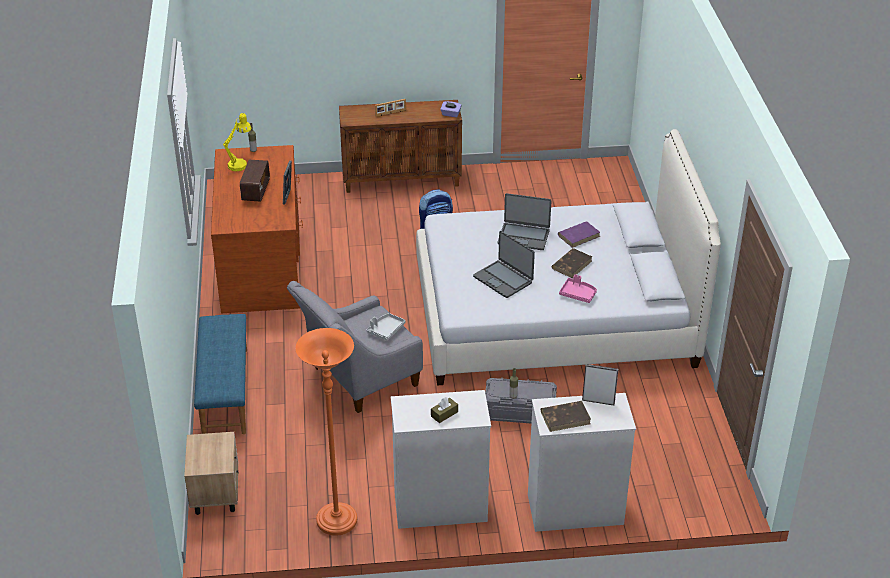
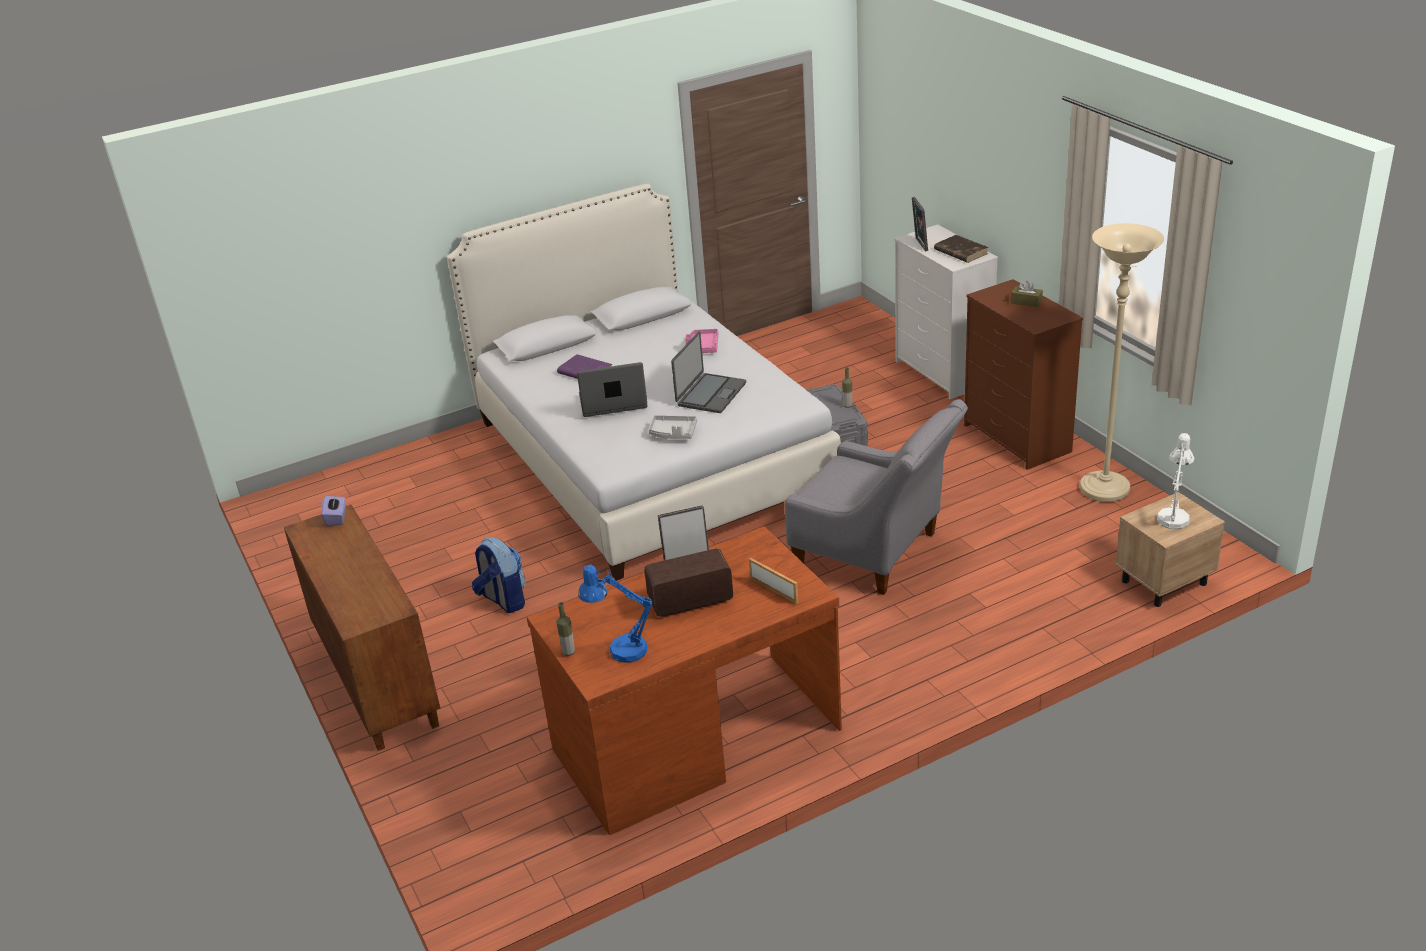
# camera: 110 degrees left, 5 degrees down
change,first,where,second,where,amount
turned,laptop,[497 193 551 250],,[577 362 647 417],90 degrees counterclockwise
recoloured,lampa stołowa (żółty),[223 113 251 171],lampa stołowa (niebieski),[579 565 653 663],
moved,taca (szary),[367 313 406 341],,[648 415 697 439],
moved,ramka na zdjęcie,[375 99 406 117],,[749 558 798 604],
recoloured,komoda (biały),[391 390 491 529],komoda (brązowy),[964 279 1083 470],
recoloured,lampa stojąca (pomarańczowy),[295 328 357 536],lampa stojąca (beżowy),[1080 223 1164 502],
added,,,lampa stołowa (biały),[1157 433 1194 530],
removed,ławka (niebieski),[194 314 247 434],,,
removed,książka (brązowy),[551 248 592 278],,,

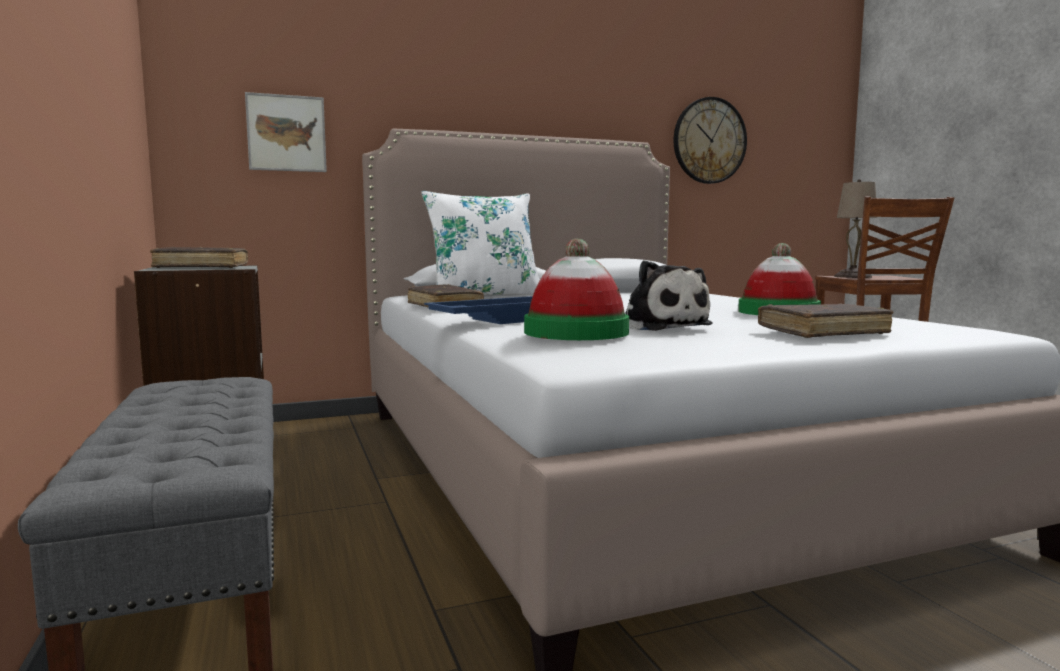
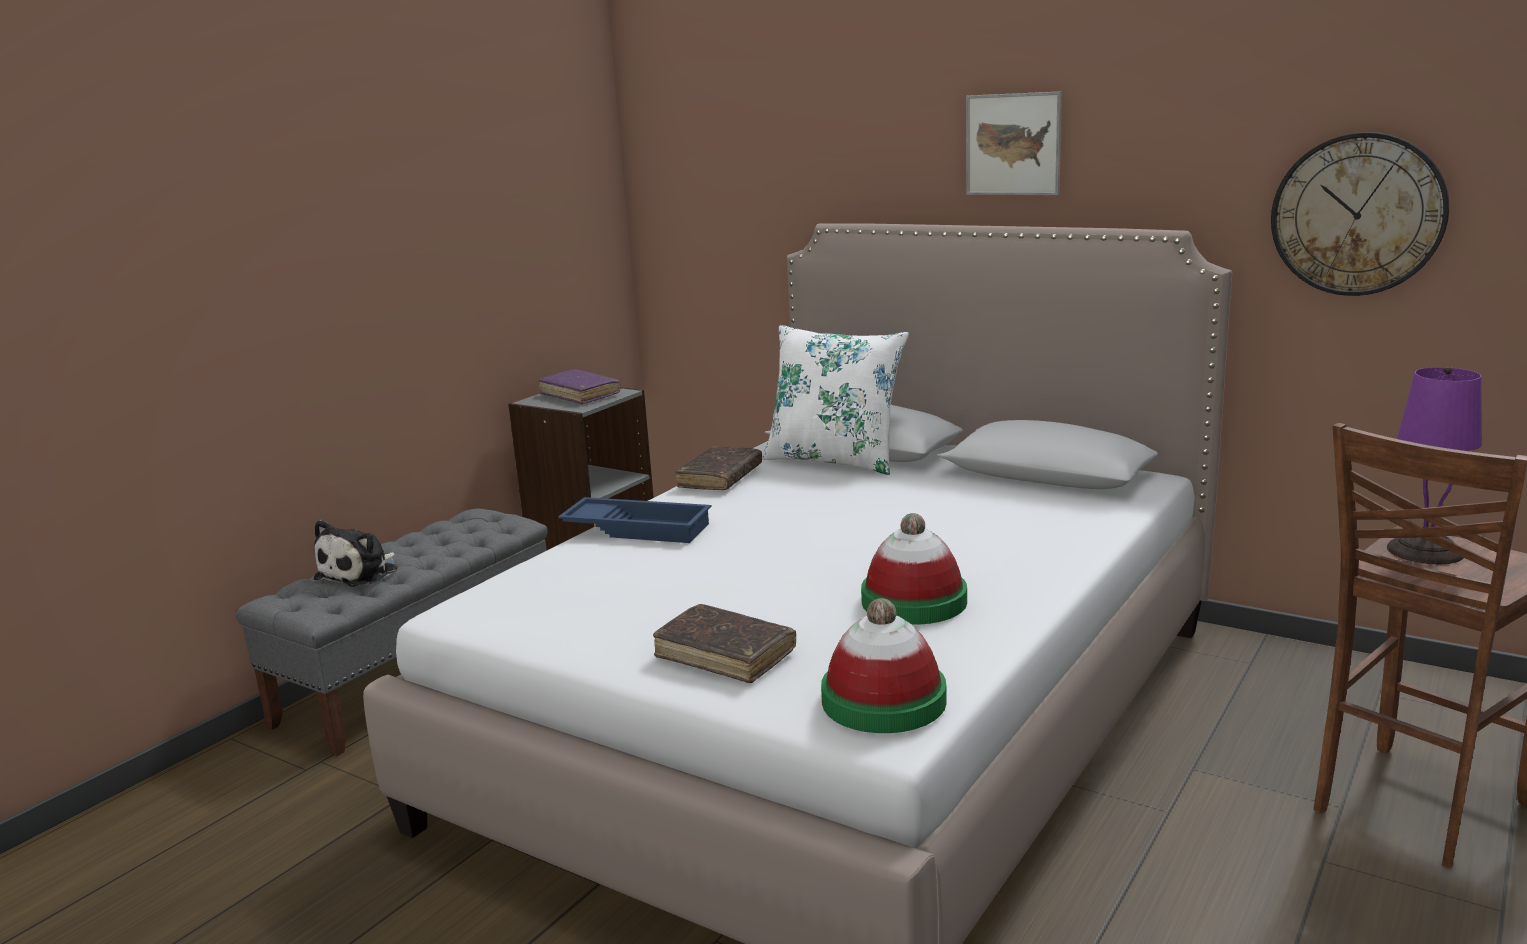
# camera: 55 degrees right, 10 degrees up
change,first,where,second,where,amount
moved,pluszak,[626 260 712 331],,[313 520 397 587],
recoloured,książka (brązowy),[150 247 248 268],książka (fioletowy),[539 369 621 404],
moved,kapelusz,[524 238 629 340],,[821 598 947 733],
moved,obraz,[245 92 327 172],,[966 91 1062 195],
recoloured,lampa stołowa (beżowy),[834 179 877 278],lampa stołowa (fioletowy),[1387 367 1482 564],

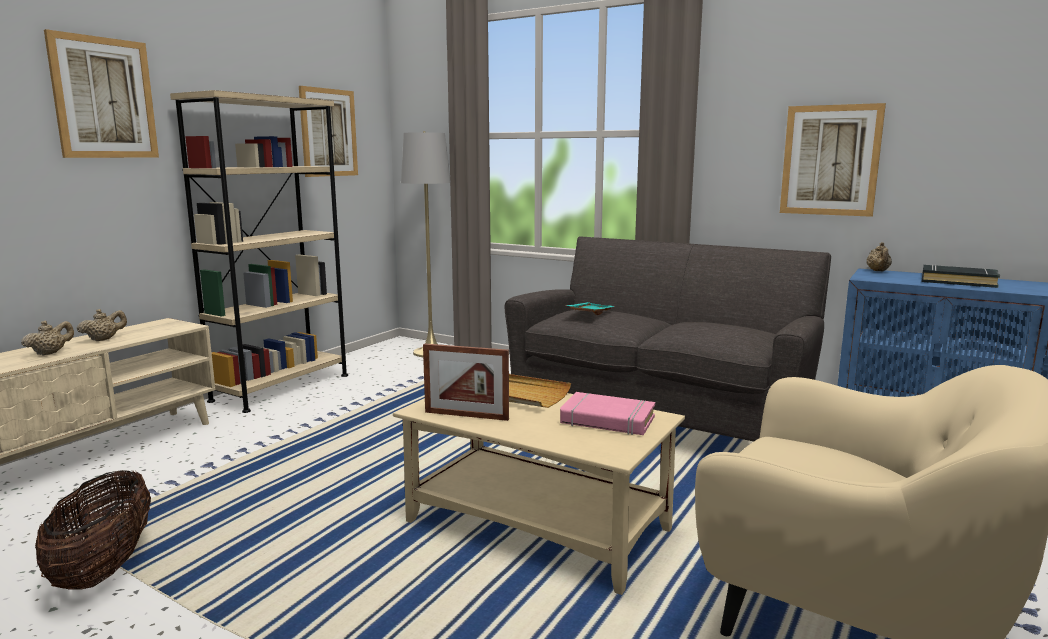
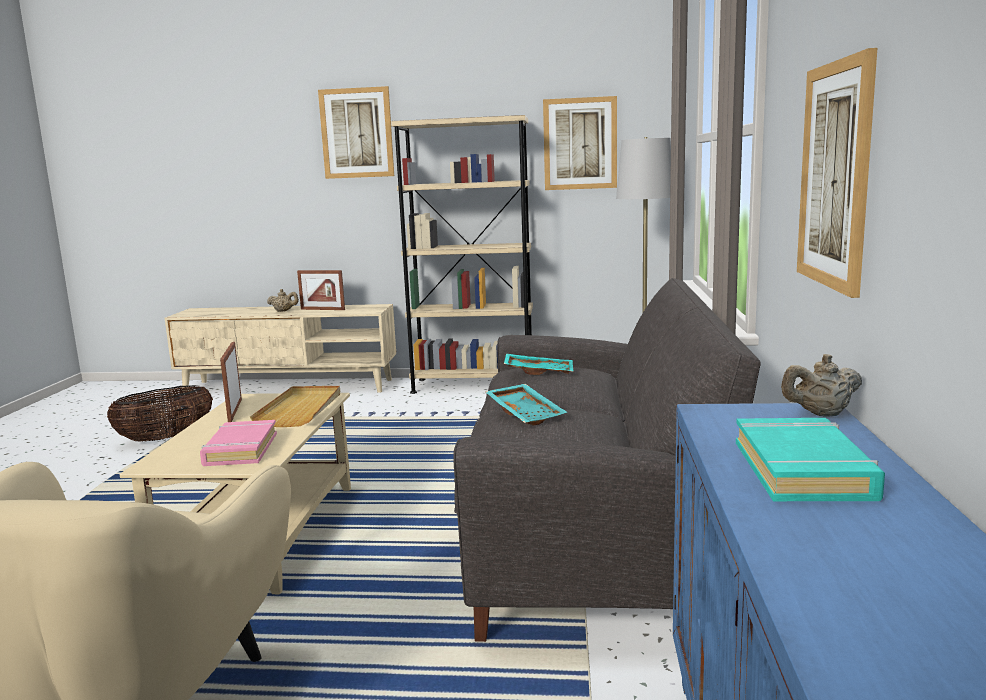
# camera: 65 degrees right, 0 degrees up
change,first,where,second,where,amount
replaced,imbryk (beżowy),[77 309 127 341],ramka na zdjęcie,[297 270 345 310],
added,,,taca (turkusowy),[486 384 567 426],
recoloured,książka (czarny),[922 265 1000 288],książka (turkusowy),[736 418 885 501],

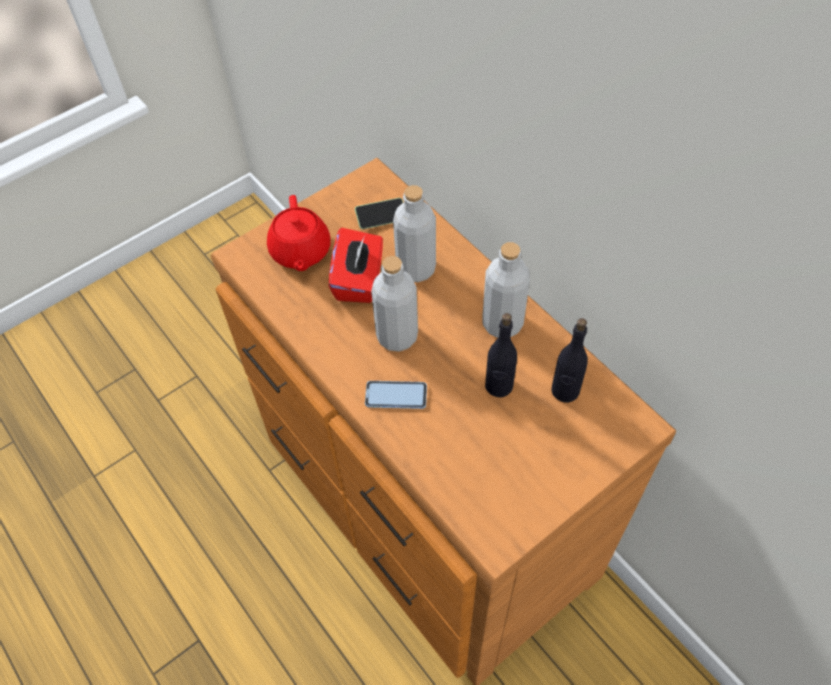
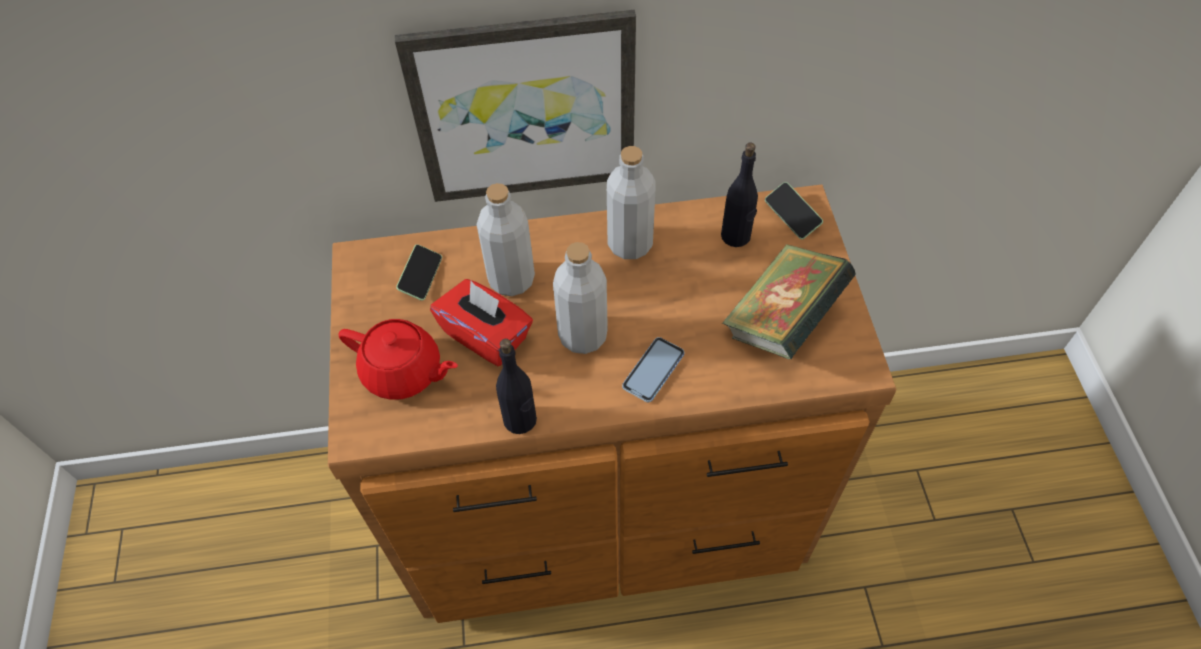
# camera: 60 degrees left, 0 degrees up
change,first,where,second,where,amount
added,,,obraz,[395 10 636 202],
moved,butelka (czarny),[485 313 517 398],,[496 339 537 434],
added,,,książka,[722 244 856 359],
added,,,telefon,[765 182 823 239],

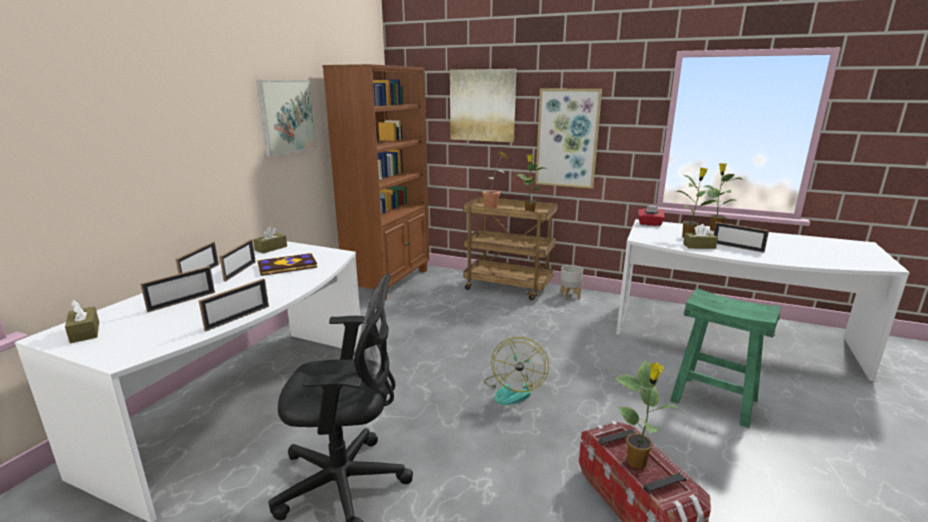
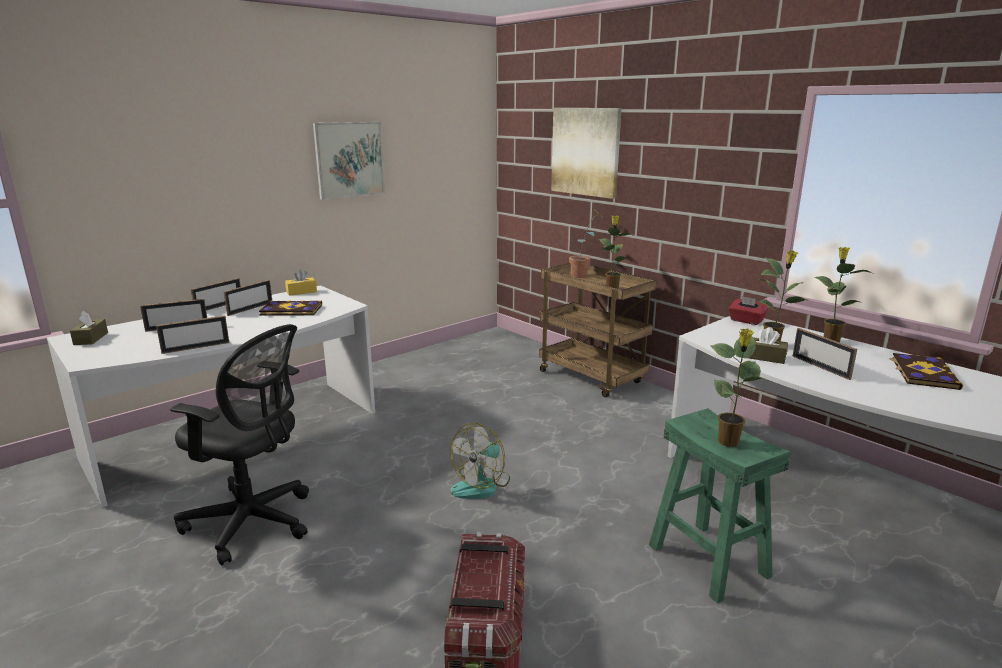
# camera: 25 degrees right, 0 degrees up
change,first,where,second,where,amount
recoloured,pudełko chusteczek (brązowy),[253 226 287 253],pudełko chusteczek (żółty),[285 269 317 296],
moved,roślina doniczkowa,[614 360 680 469],,[710 329 768 447],
added,,,książka,[889 353 963 390],
removed,regał (brązowy),[322 64 429 300],,,
removed,obraz,[535 89 602 189],,,
removed,donica (szary),[560 265 583 299],,,

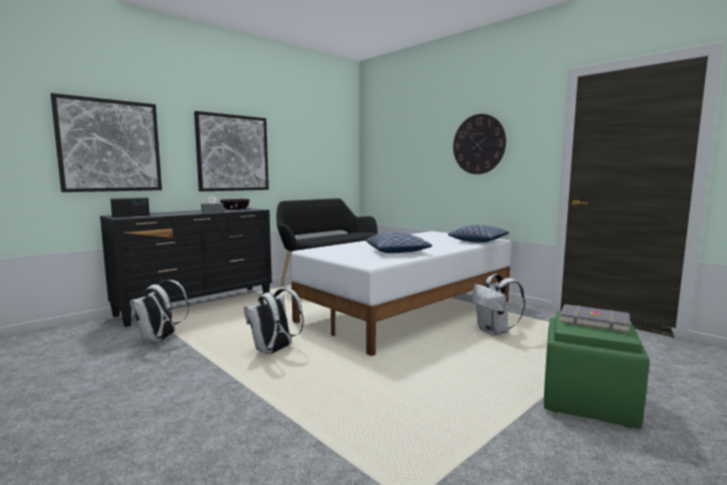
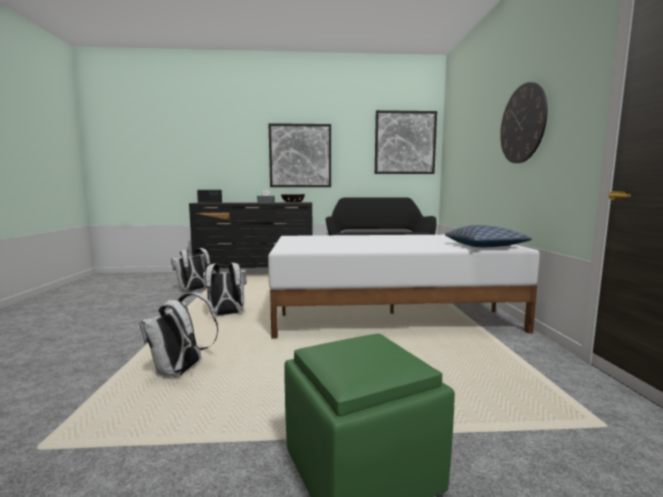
# camera: 40 degrees right, 0 degrees up
change,first,where,second,where,amount
moved,plecak (biały),[472 274 525 335],,[139 293 218 377],
moved,obraz,[51 93 162 192],,[375 110 437 174],
removed,poduszka,[366 232 432 253],,,
removed,książka (szary),[560 304 630 333],,,

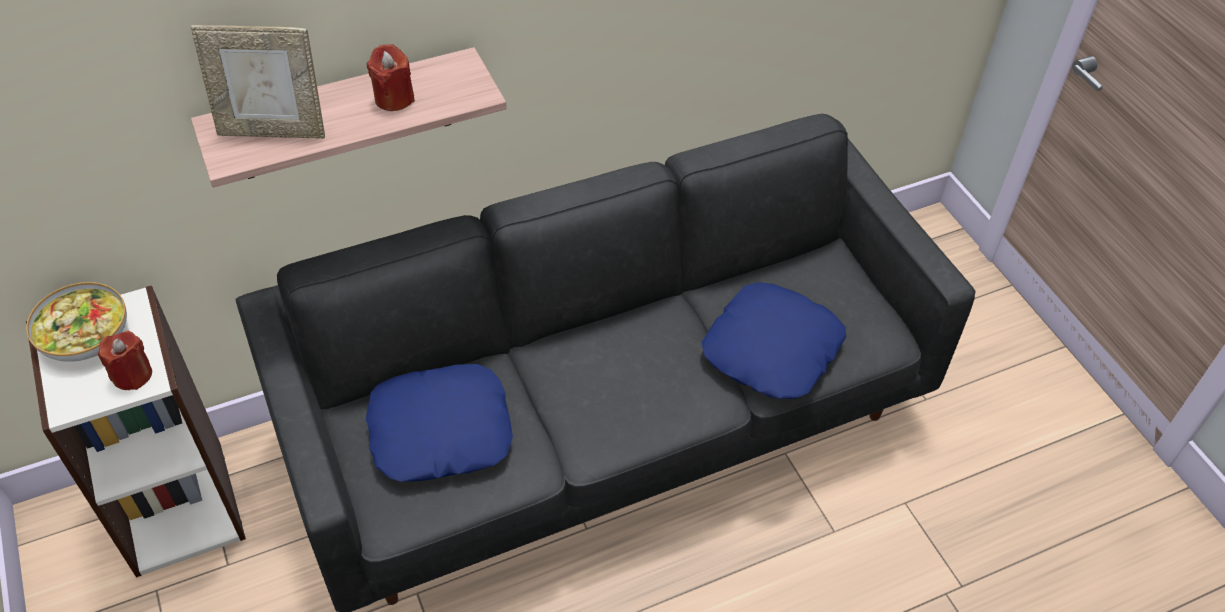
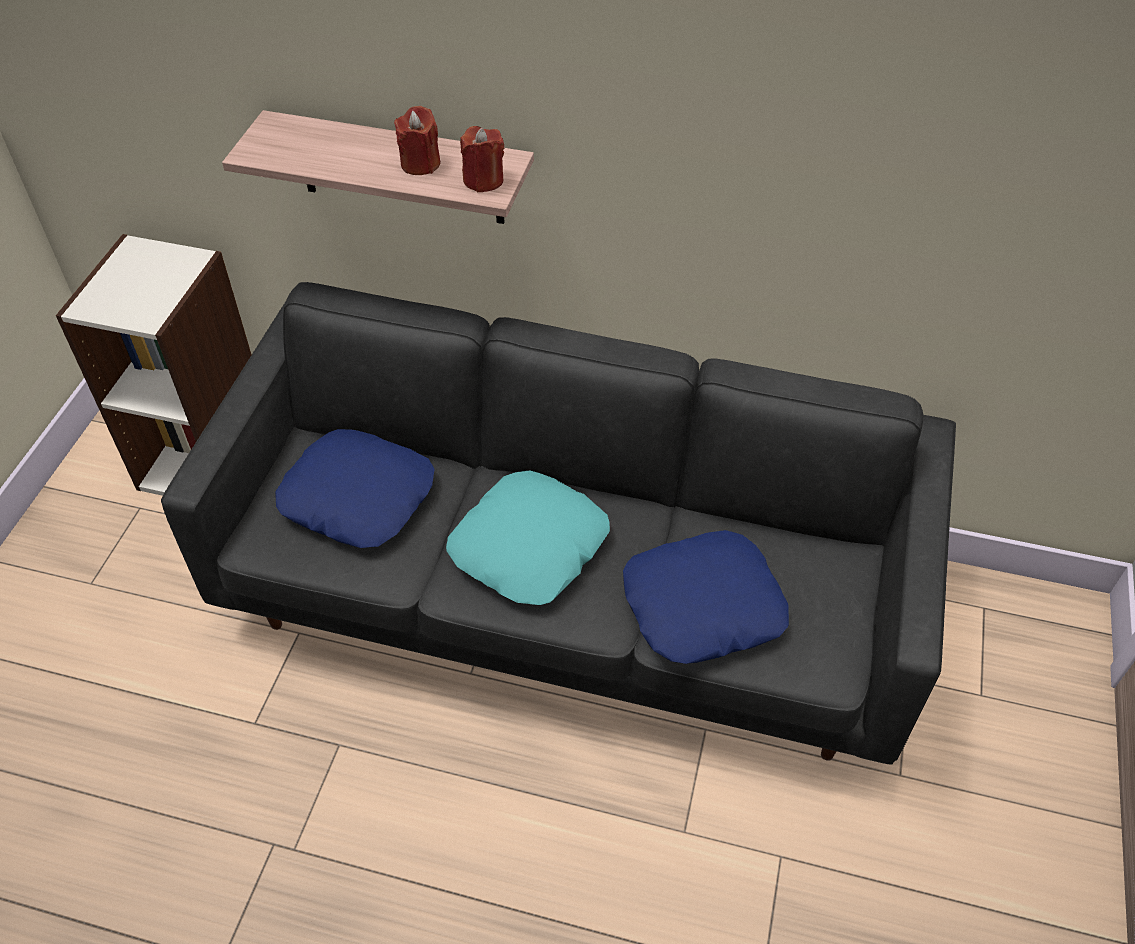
# camera: 40 degrees right, 0 degrees up
change,first,where,second,where,amount
added,,,poduszka (turkusowy),[446 470 610 605],
moved,świeca (czerwony),[98 331 152 390],,[460 126 504 192],
removed,miska,[26 282 127 362],,,
removed,ramka na zdjęcie,[191 25 325 139],,,

